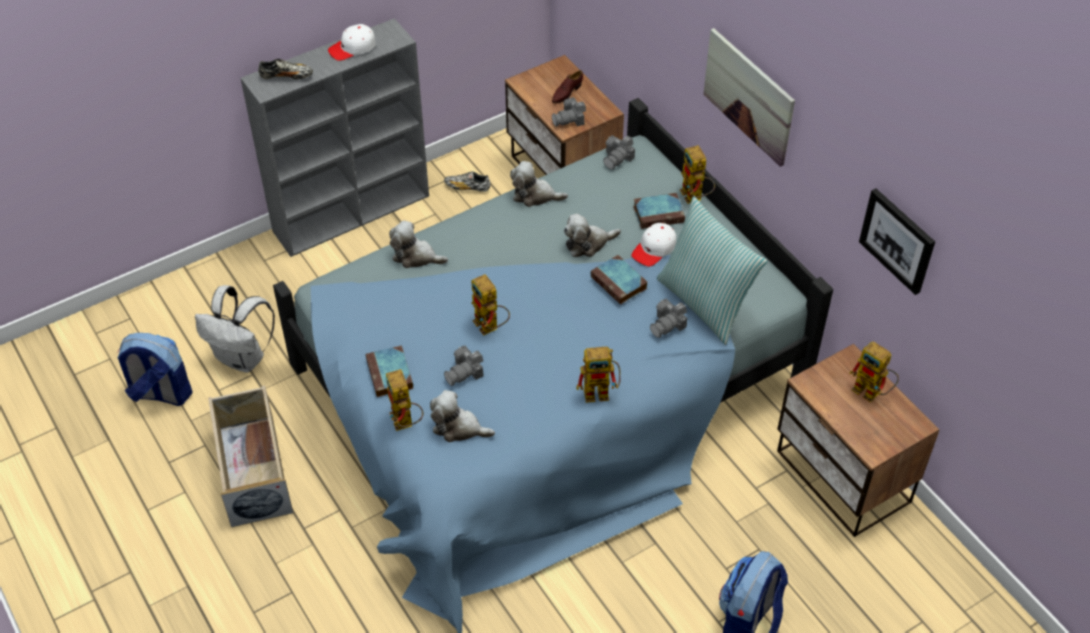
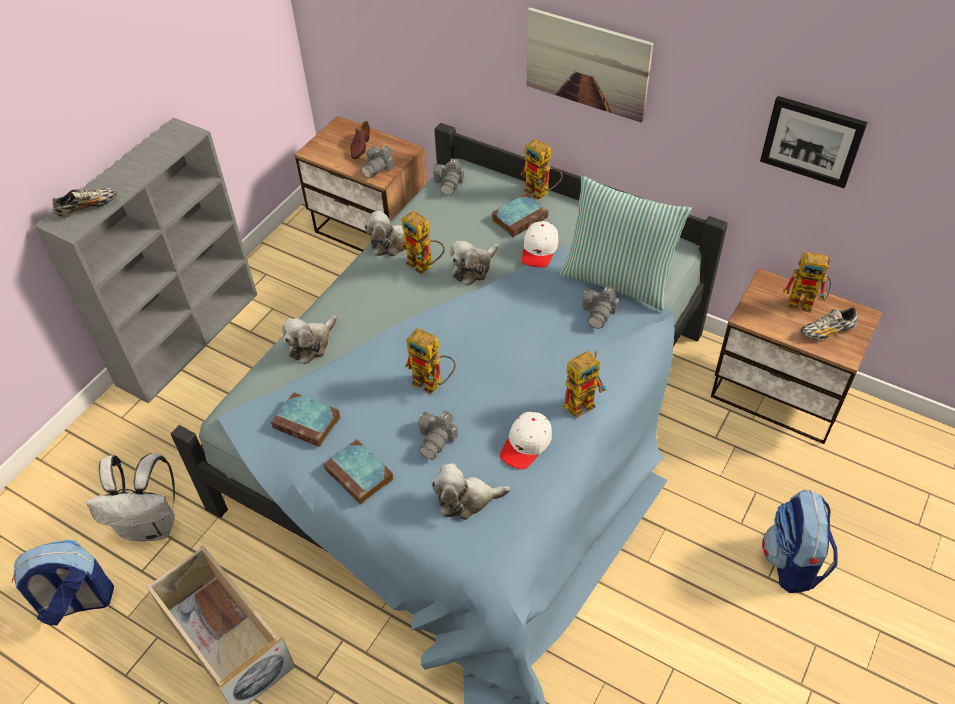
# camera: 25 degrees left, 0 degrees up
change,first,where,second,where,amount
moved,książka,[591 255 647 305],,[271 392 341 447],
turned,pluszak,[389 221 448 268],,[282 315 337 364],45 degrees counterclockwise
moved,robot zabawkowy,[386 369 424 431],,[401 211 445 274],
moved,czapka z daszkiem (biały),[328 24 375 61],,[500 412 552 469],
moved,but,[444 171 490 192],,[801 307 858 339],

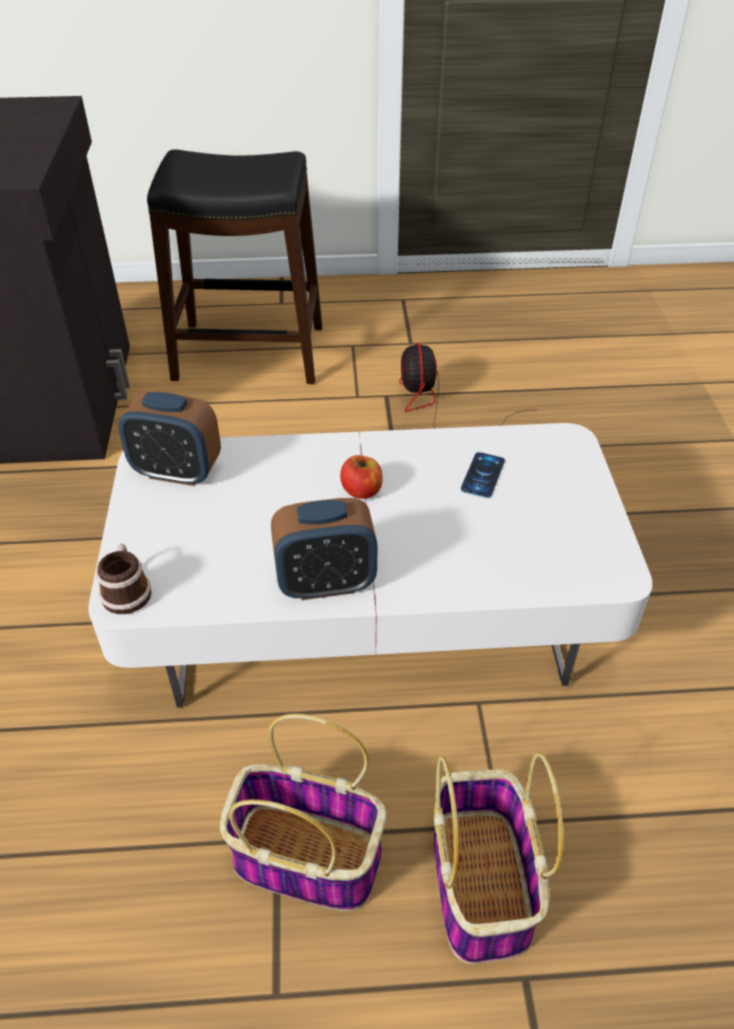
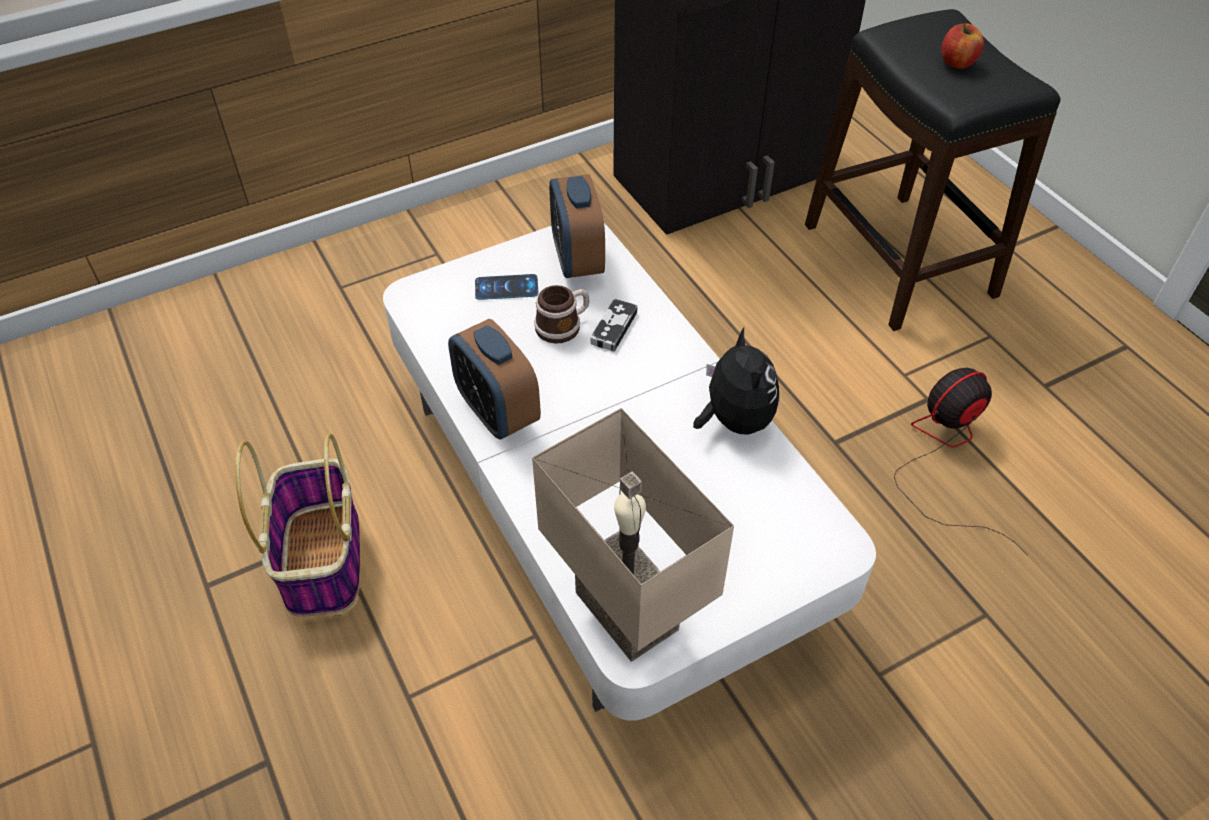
# camera: 65 degrees right, 5 degrees up
change,first,where,second,where,amount
moved,telefon,[461 452 505 498],,[475 274 538 300],
added,,,lampa stołowa (beżowy),[532 408 734 662],
moved,kubek,[96 544 151 614],,[534 285 590 344],
added,,,pad do gier,[591 298 638 352],
added,,,pluszak,[693 327 779 434],
moved,jabłko,[340 455 383 499],,[941 23 984 69],
removed,koszyk,[434 752 564 964],,,

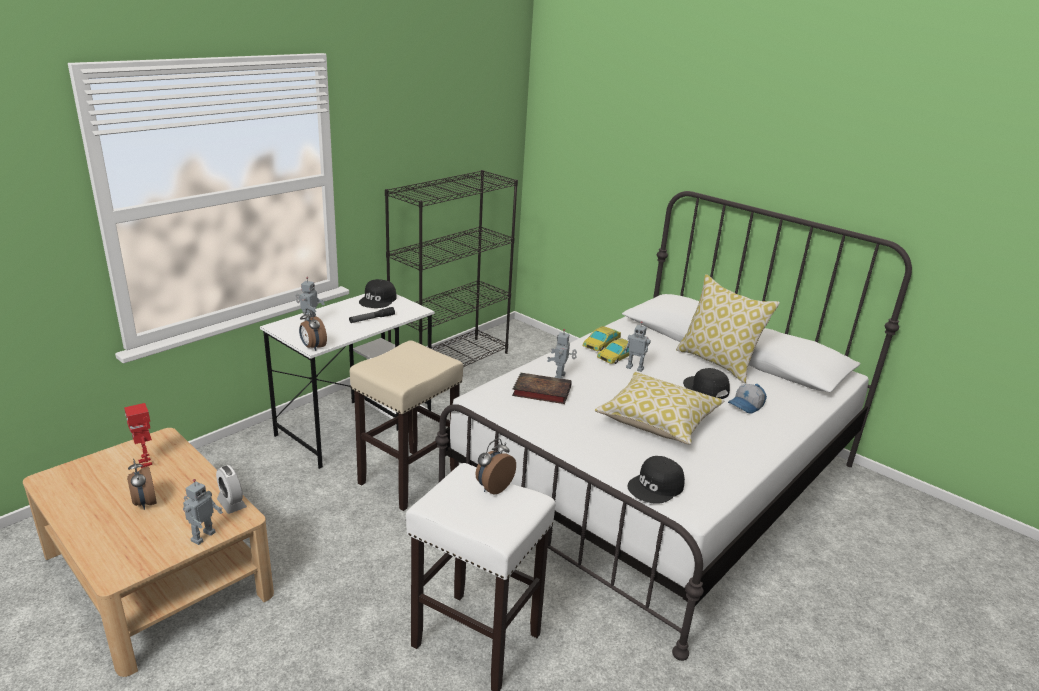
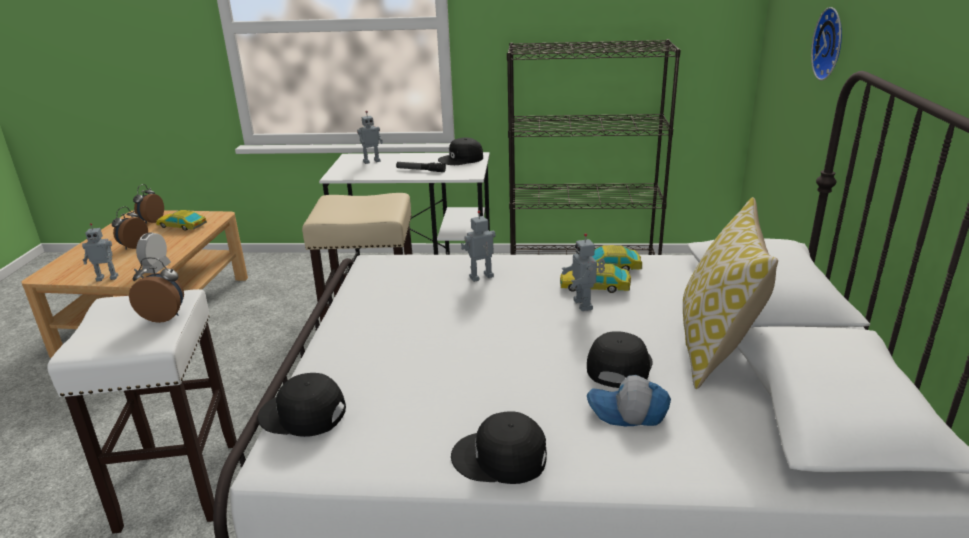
# camera: 55 degrees right, 0 degrees up
change,first,where,second,where,amount
moved,budzik,[299 308 327 351],,[133 184 164 223],
replaced,robot zabawkowy,[124 403 152 468],samochodzik,[156 210 207 231],
added,,,czapka z daszkiem (czarny),[451 411 547 484],
added,,,zegar ścienny,[811 7 842 81],
removed,książka,[512 373 572 404],,,
removed,poduszka,[595 372 724 445],,,

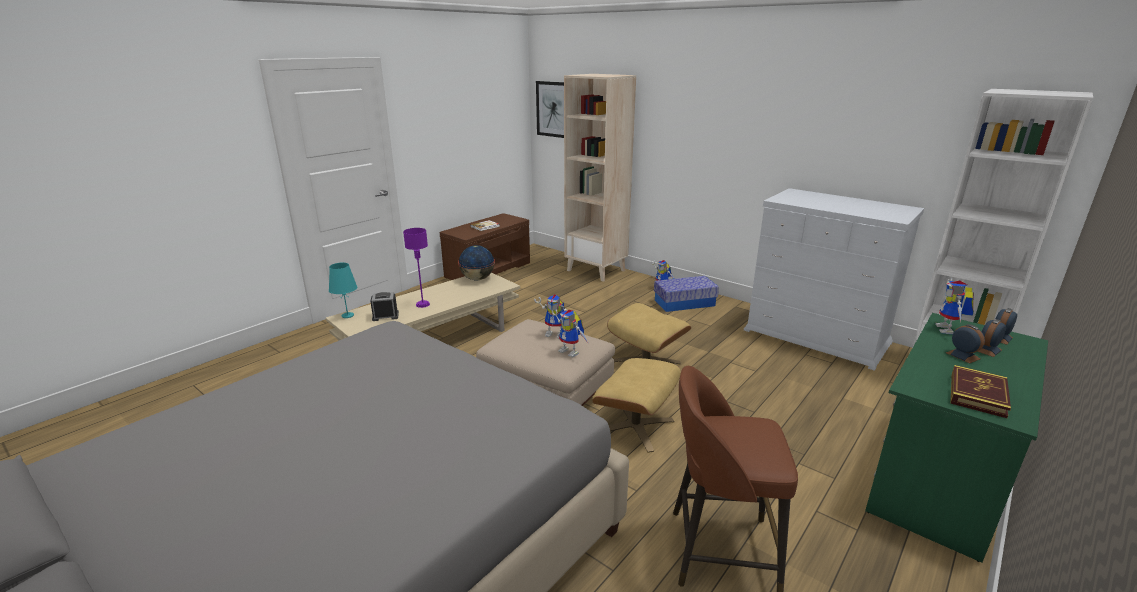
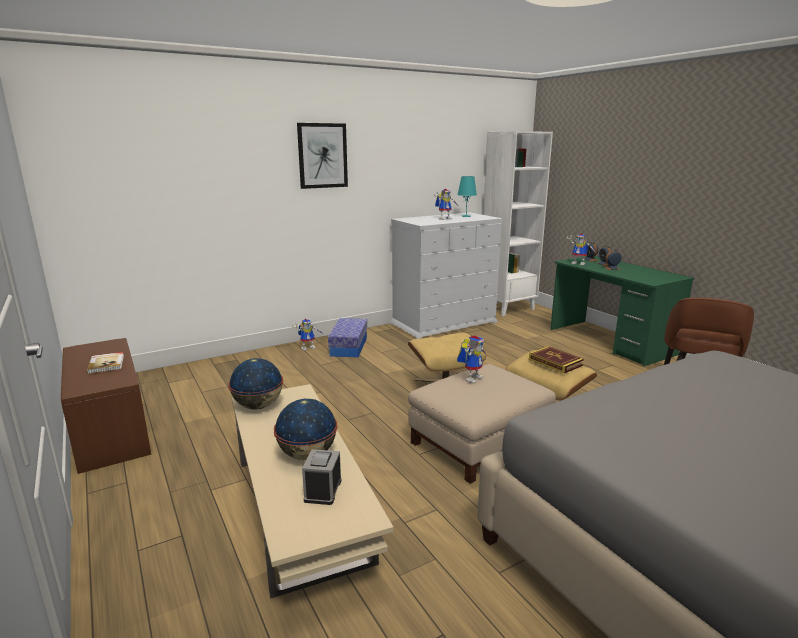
# camera: 70 degrees left, 5 degrees down
change,first,where,second,where,amount
replaced,lampa stołowa (fioletowy),[403 228 430 308],globus,[274 399 337 460],
moved,obraz,[536 81 564 138],,[297 123 348 189],
moved,robot zabawkowy,[552 310 589 357],,[434 188 457 220],
moved,lampa stołowa (turkusowy),[329 263 357 318],,[457 176 477 217],
moved,książka,[950 365 1011 418],,[529 346 584 374],
removed,regał (beżowy),[564 74 636 282],,,

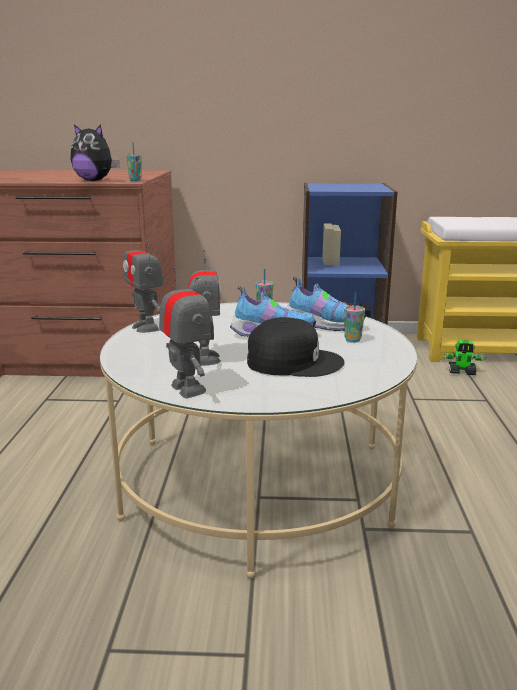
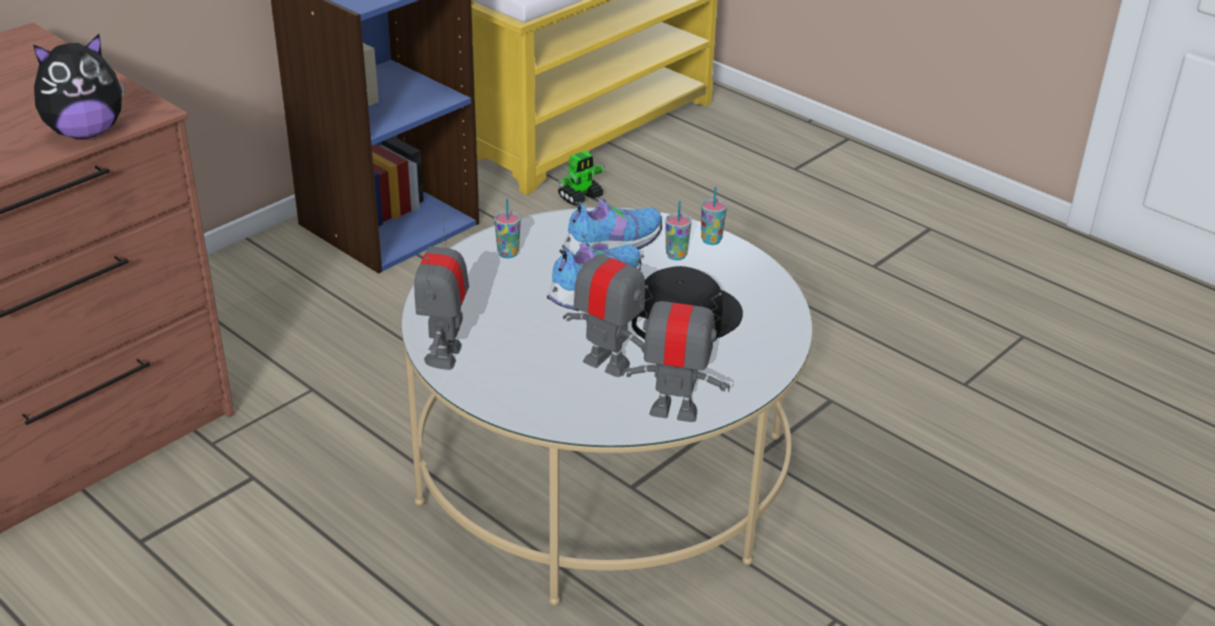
# camera: 50 degrees left, 15 degrees up
change,first,where,second,where,amount
turned,robot zabawkowy,[123 230 164 333],,[414 217 469 370],90 degrees clockwise
moved,filiżanka,[126 142 142 181],,[701 186 727 245],

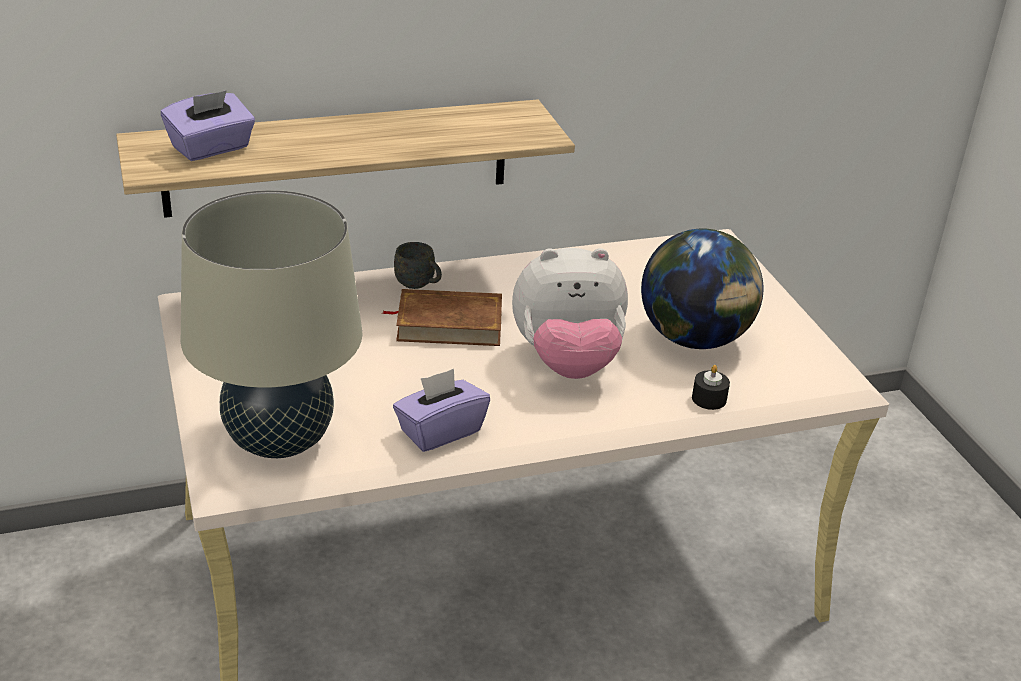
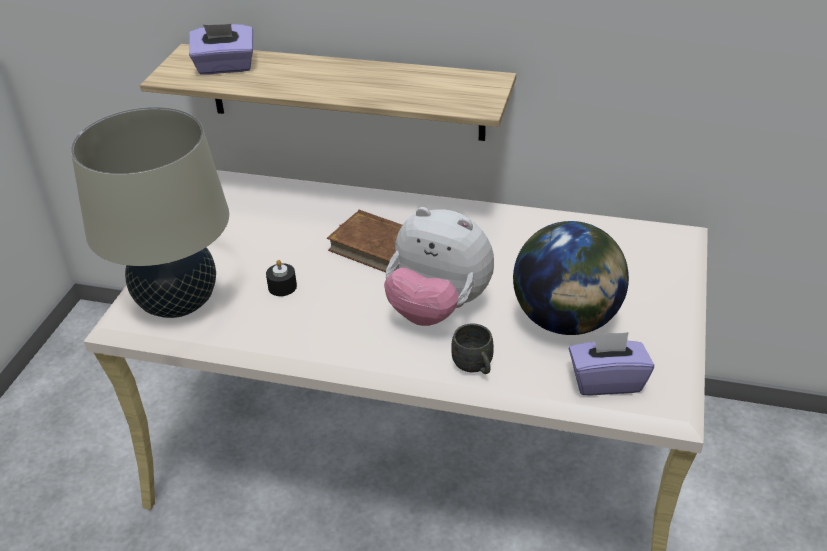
# camera: 35 degrees right, 5 degrees up
change,first,where,second,where,amount
moved,świeca (czarny),[692 365 730 410],,[266 260 297 296],
moved,kubek (szary),[394 242 442 289],,[451 324 494 374],
moved,pudełko chusteczek (fioletowy),[393 369 490 452],,[569 332 654 395],

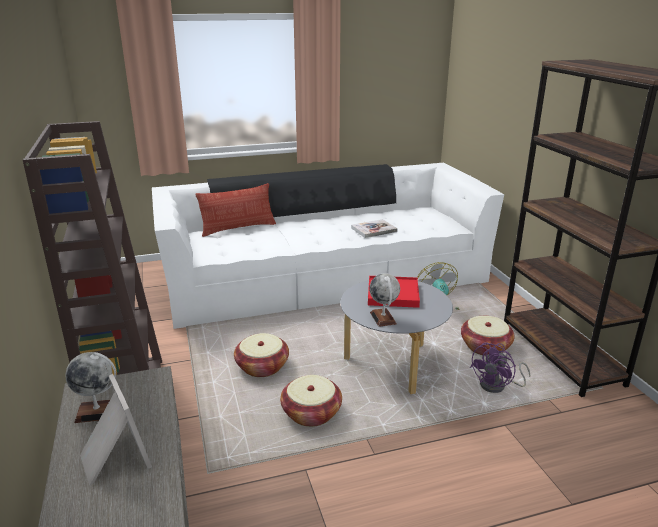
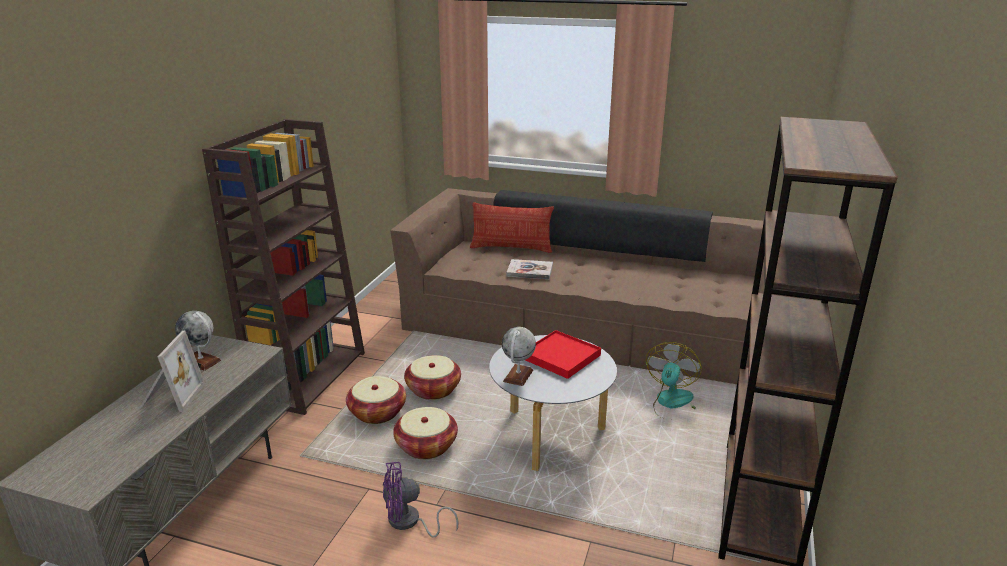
# camera: 35 degrees right, 0 degrees up
change,first,where,second,where,amount
moved,koszyk,[461 316 515 356],,[346 376 406 424],
moved,wentylator (fioletowy),[470 342 530 393],,[383 462 459 538],
recoloured,kanapa (biały),[152 163 504 329],kanapa (brązowy),[390 188 800 384],
moved,książka,[351 219 398 238],,[506 259 553 279],

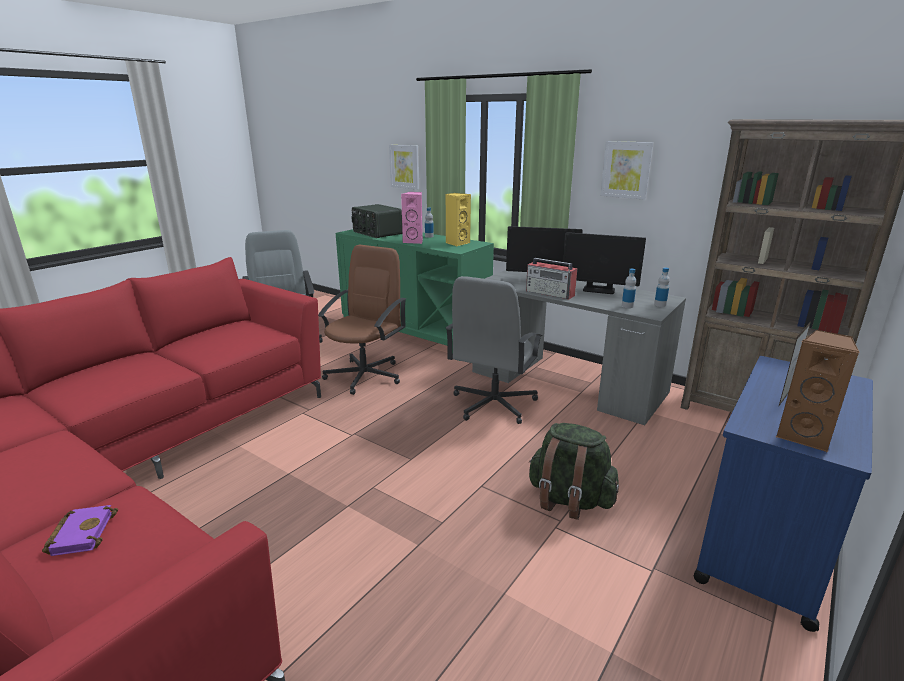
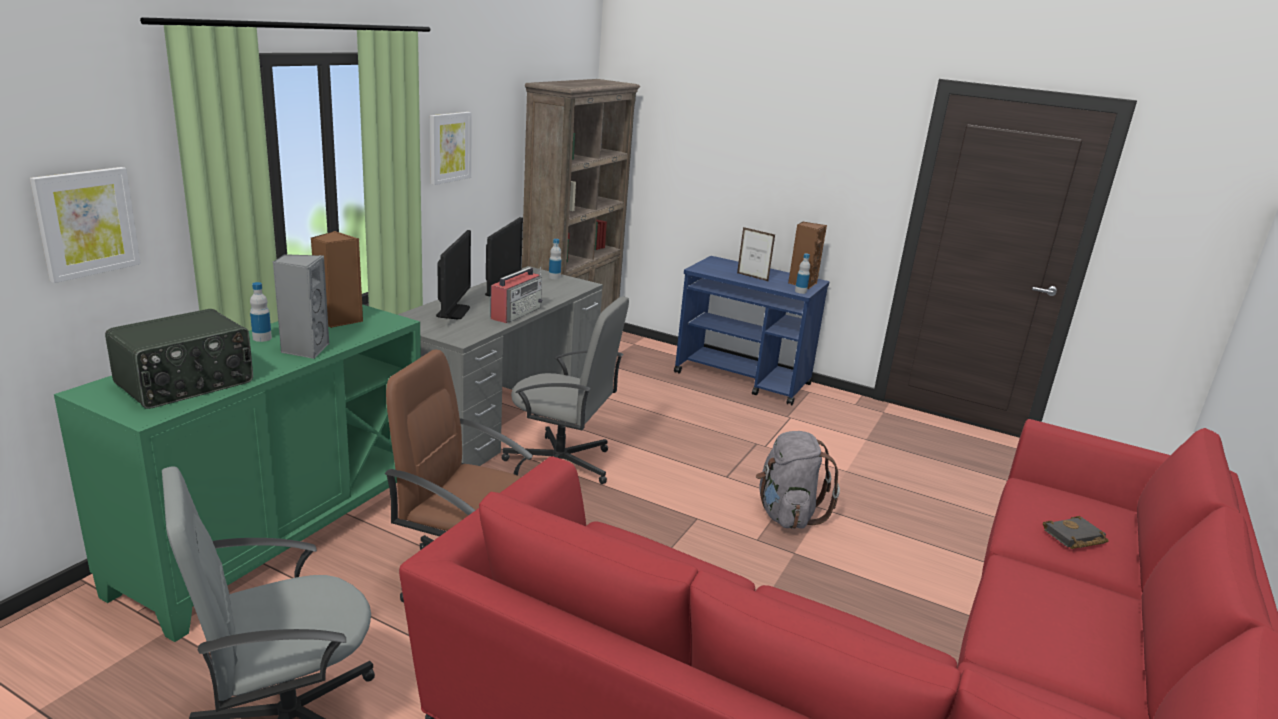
# camera: 100 degrees left, 0 degrees up
change,first,where,second,where,amount
recoloured,głośnik (różowy),[401 192 423 244],głośnik (szary),[273 254 329 359],
recoloured,głośnik (żółty),[446 193 471 246],głośnik (brązowy),[311 231 363 328],
added,,,plecak (szary),[756 431 840 529],
moved,butelka,[622 269 636 308],,[795 253 810 294],
recoloured,książka (fioletowy),[42 505 118 556],książka (czarny),[1043 516 1109 549],
removed,plecak (zielony),[529 423 619 520],,,

